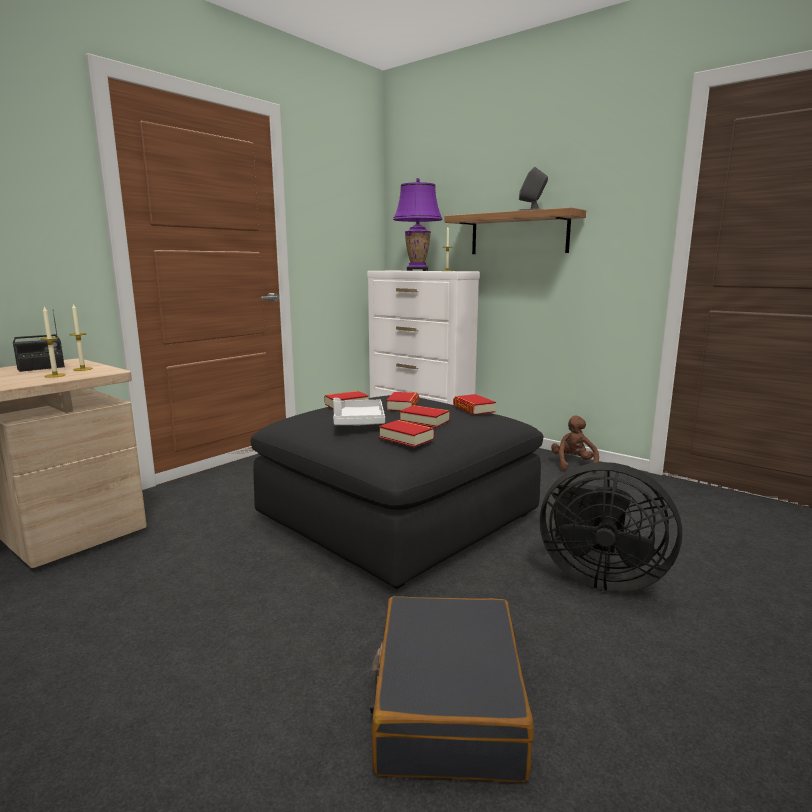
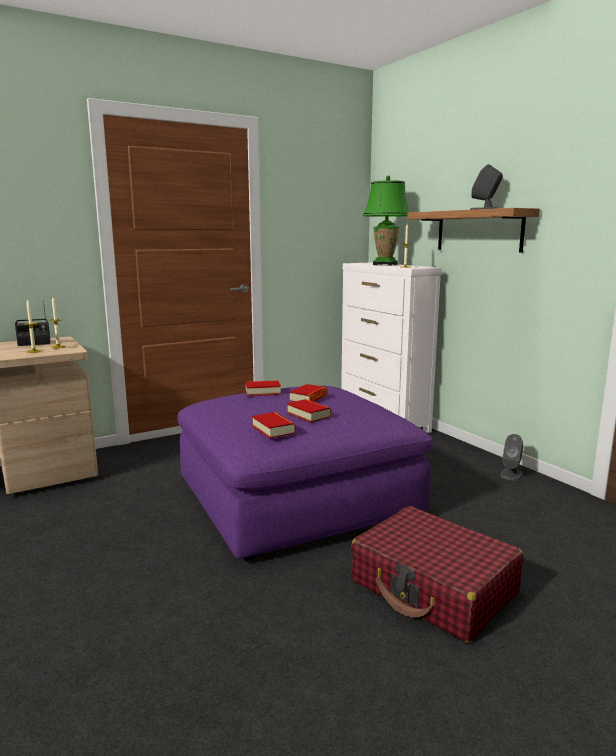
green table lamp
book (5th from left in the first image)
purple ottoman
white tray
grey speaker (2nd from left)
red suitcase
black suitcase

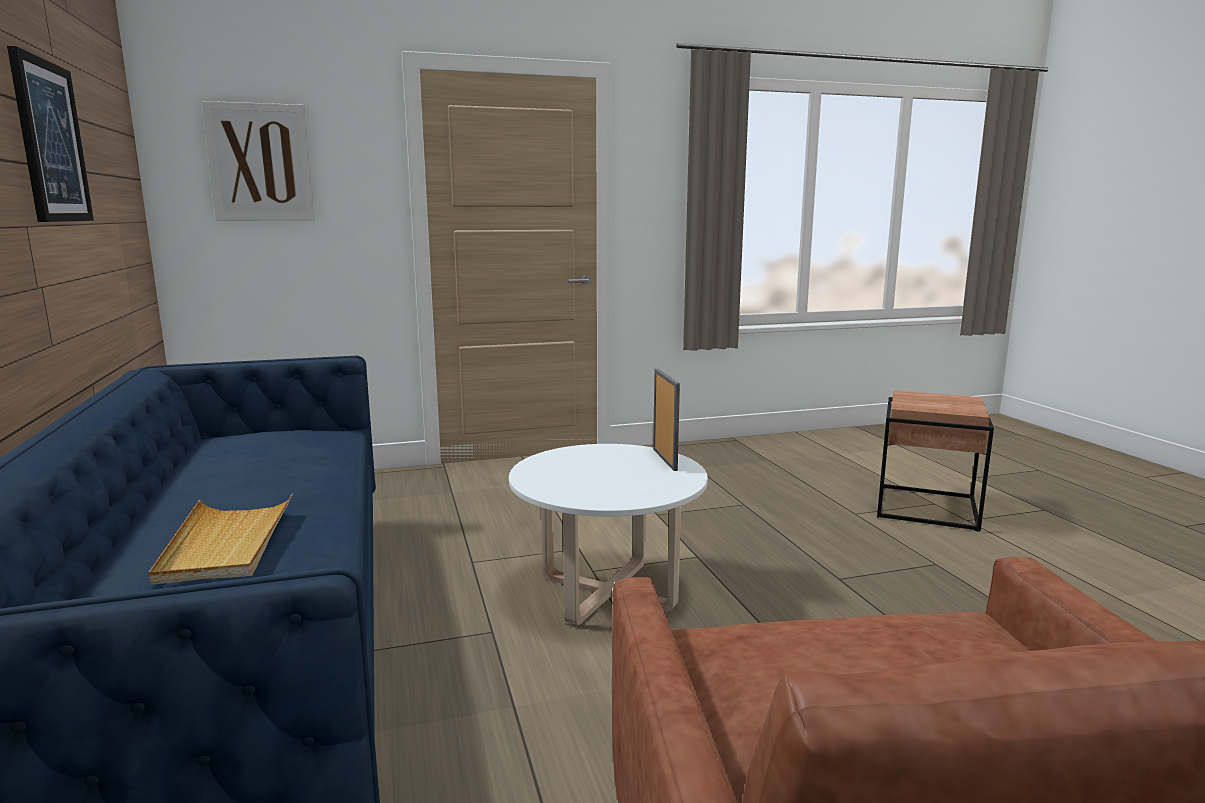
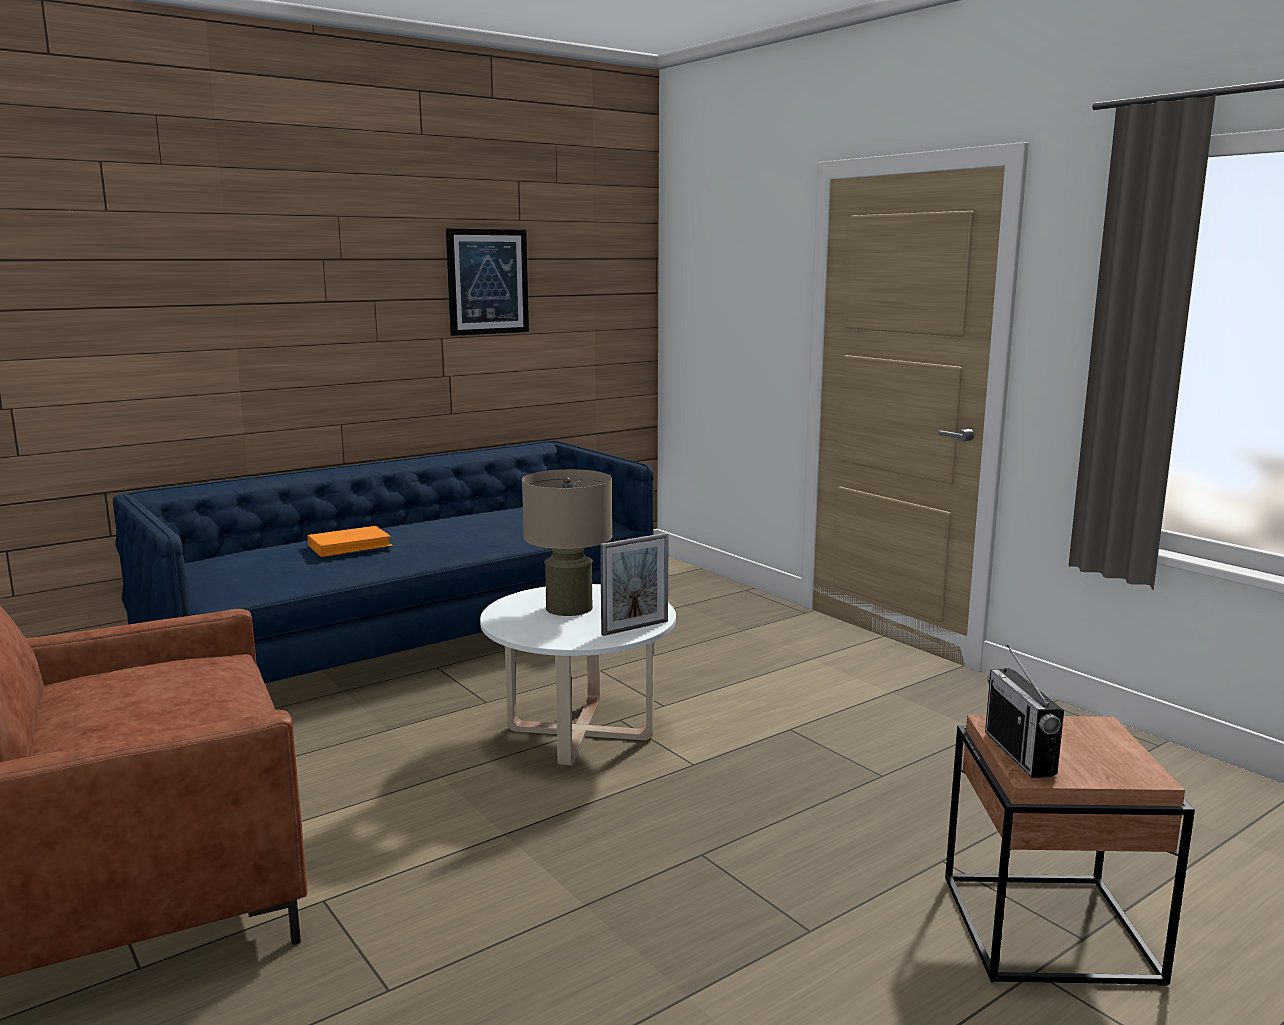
picture (2nd from left in the first image)
orange book
beige table lamp
radio

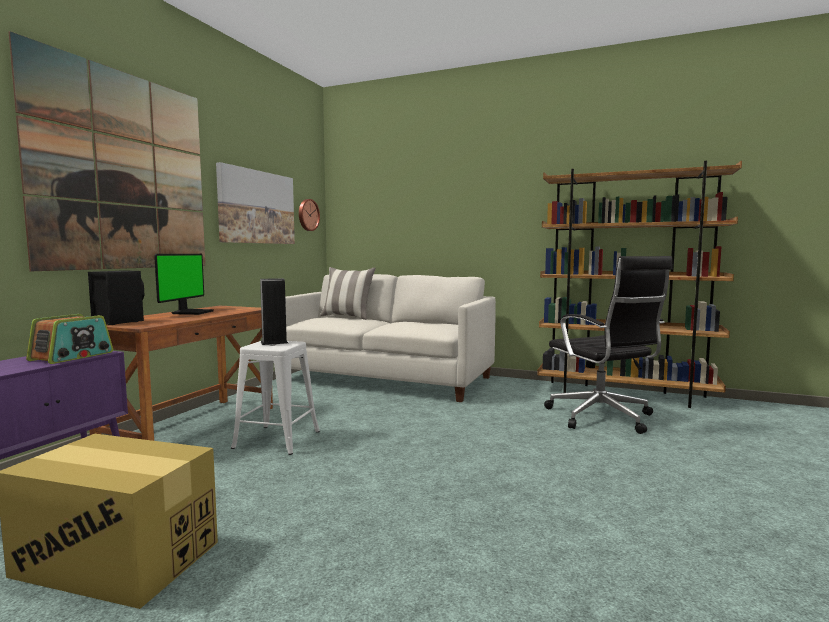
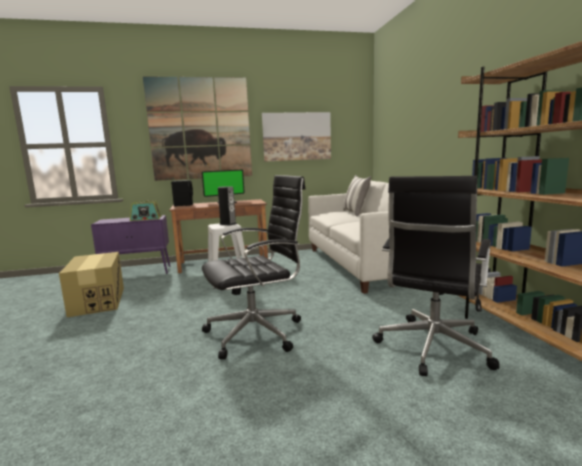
wall clock
black office chair (1st from left)

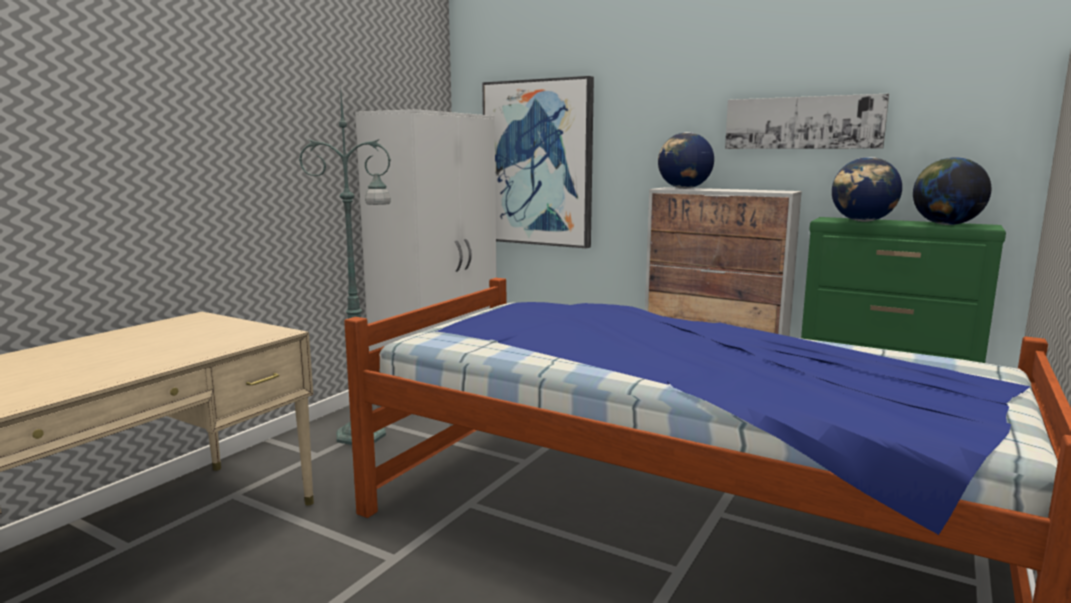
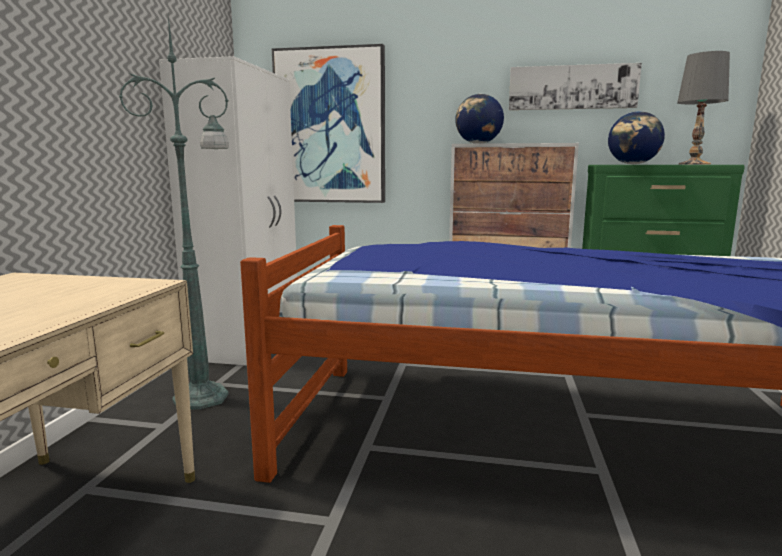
grey table lamp

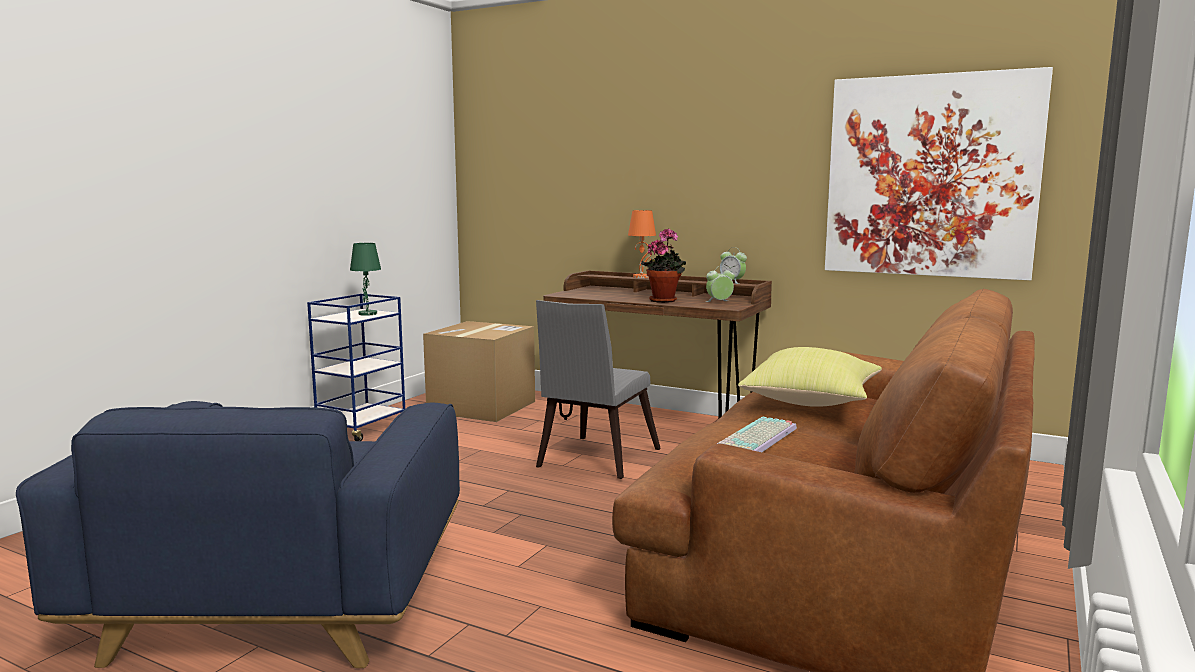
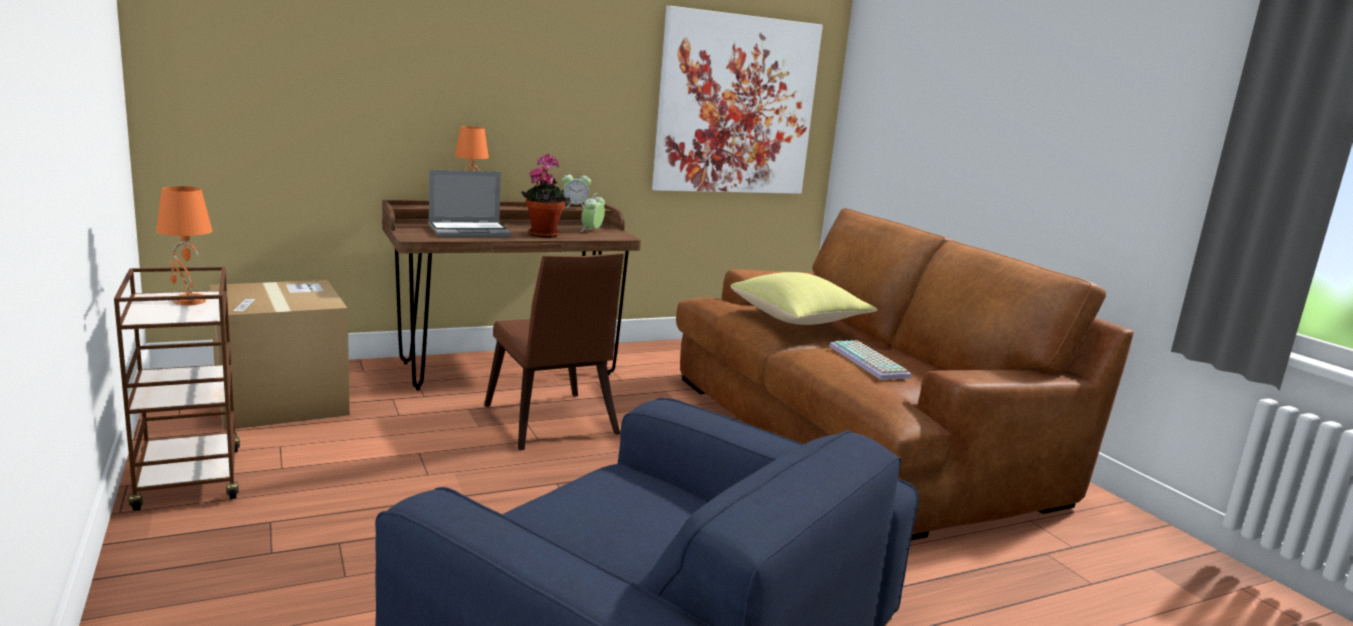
orange table lamp (1st from left)
brown cart
brown chair
laptop

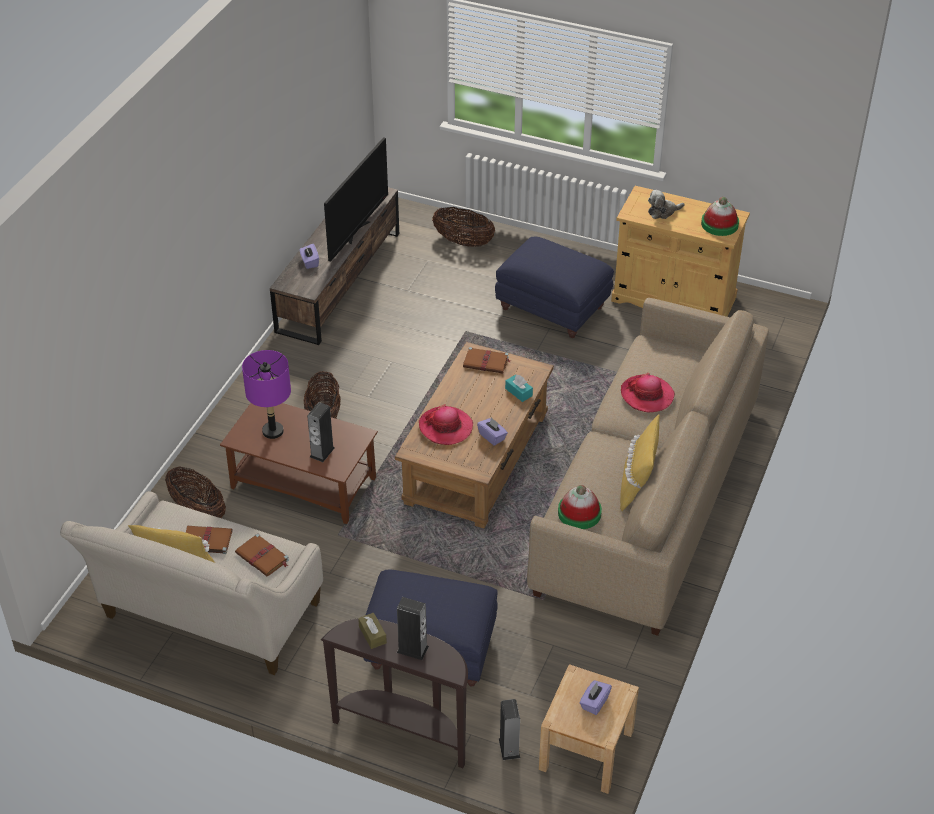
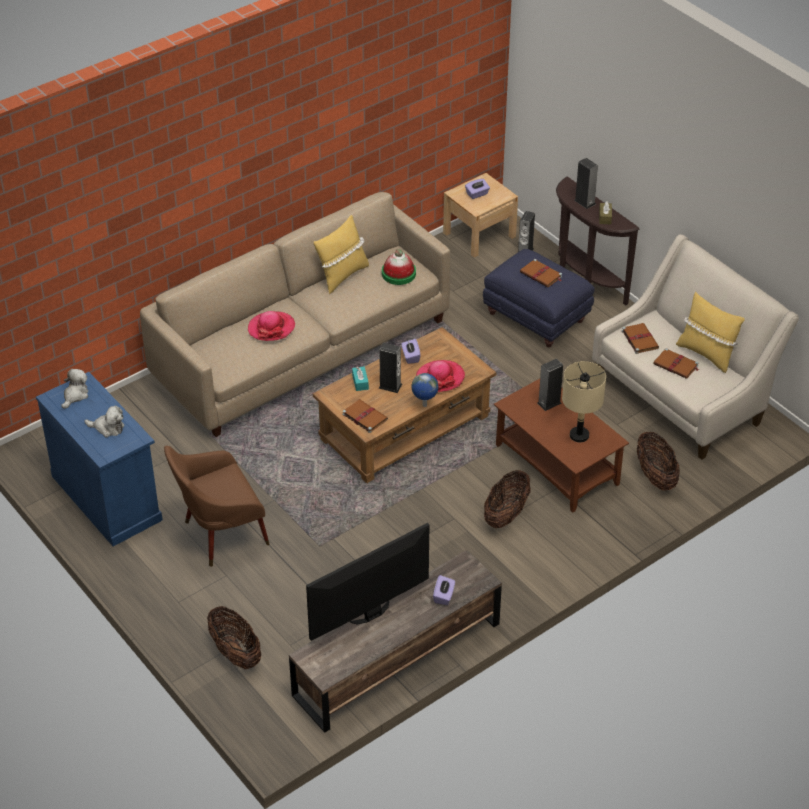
blue cabinet
plush toy (1st from left)
brown armchair
beige table lamp
brown book (2nd from left)
speaker (1st from left)
globe

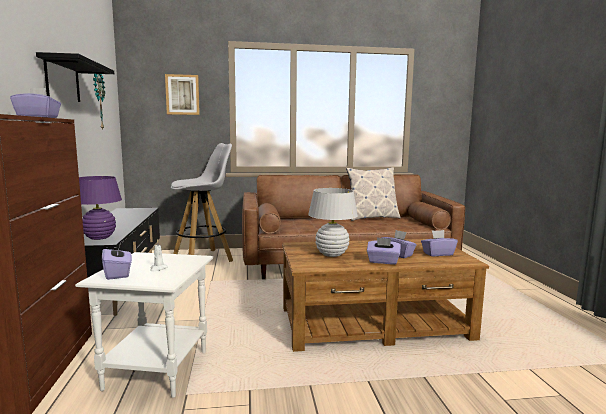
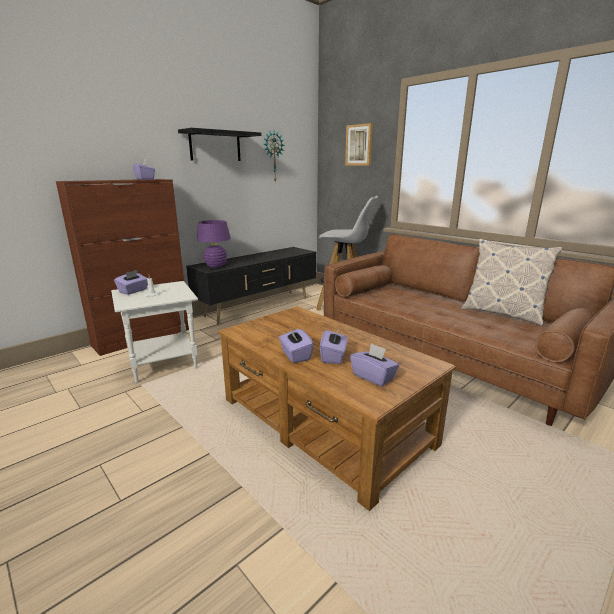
white table lamp

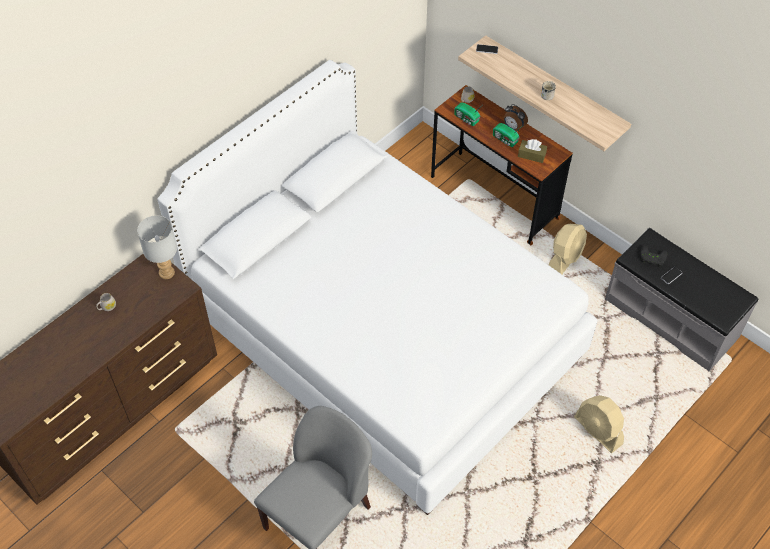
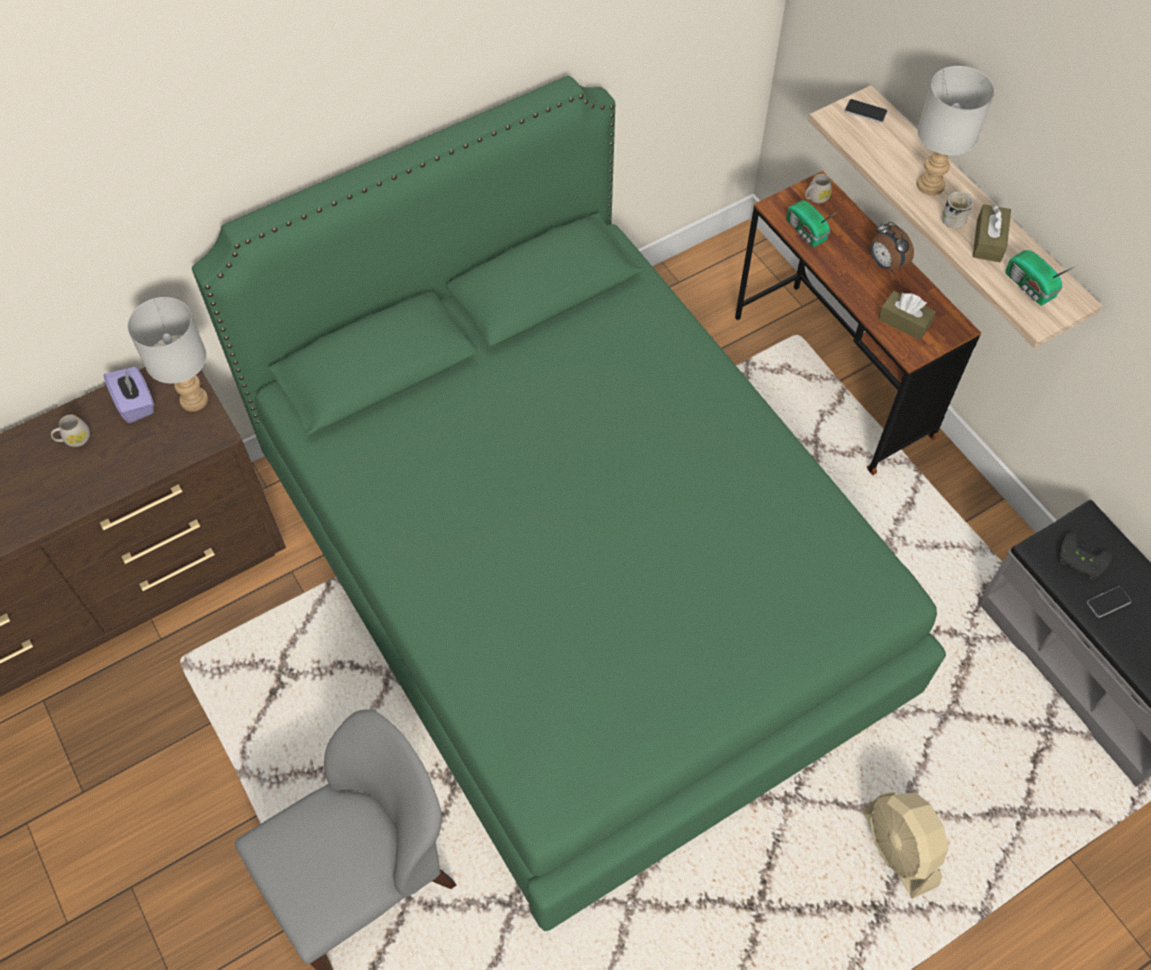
green bed
radio (2nd from left)
beige fan (1st from left in the first image)
grey table lamp (2nd from left)
brown tissue box (2nd from left)
purple tissue box

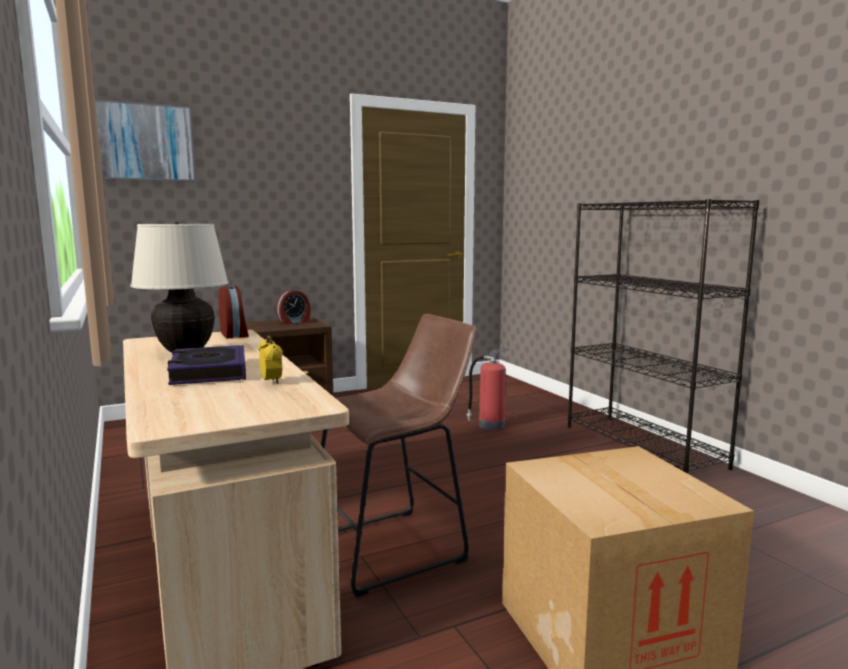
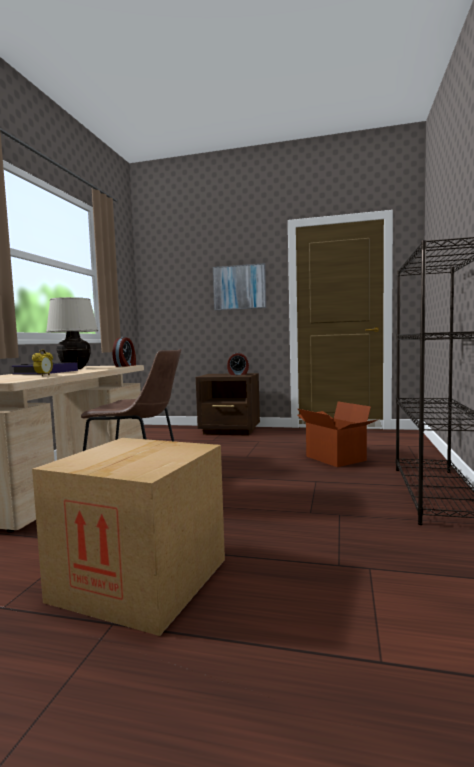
picture
cardboard box (2nd from left)

